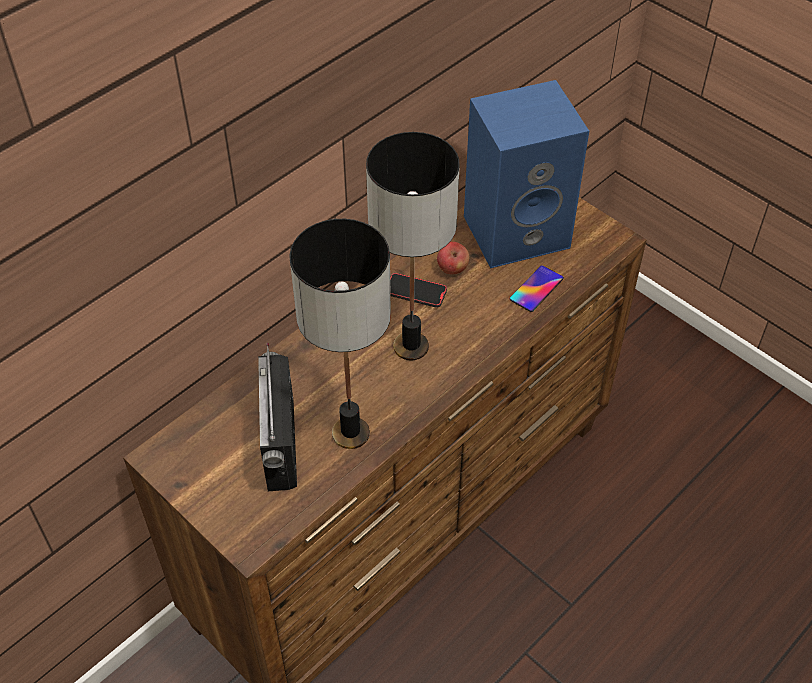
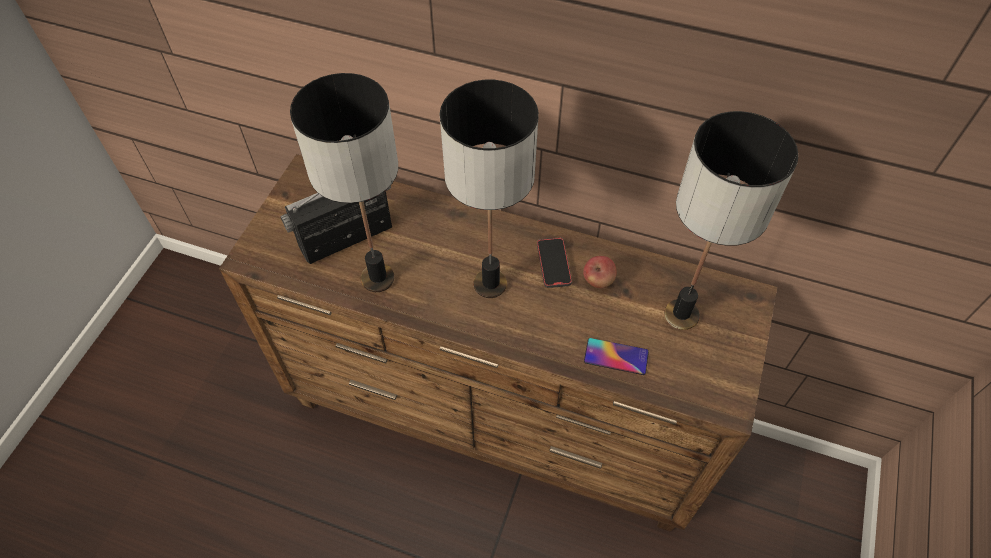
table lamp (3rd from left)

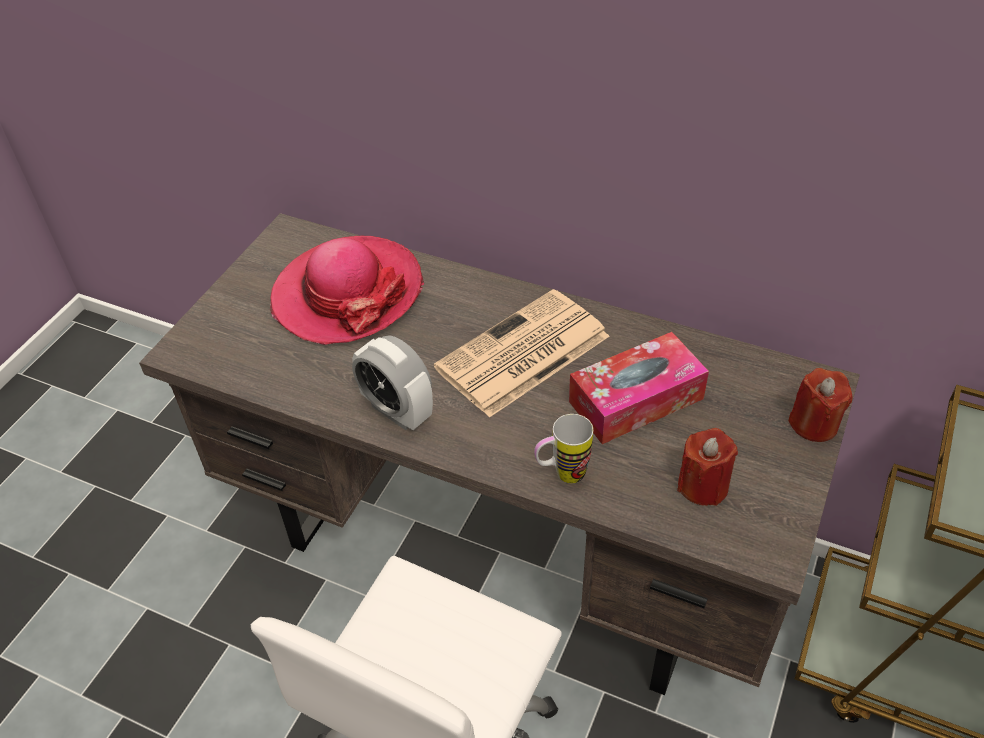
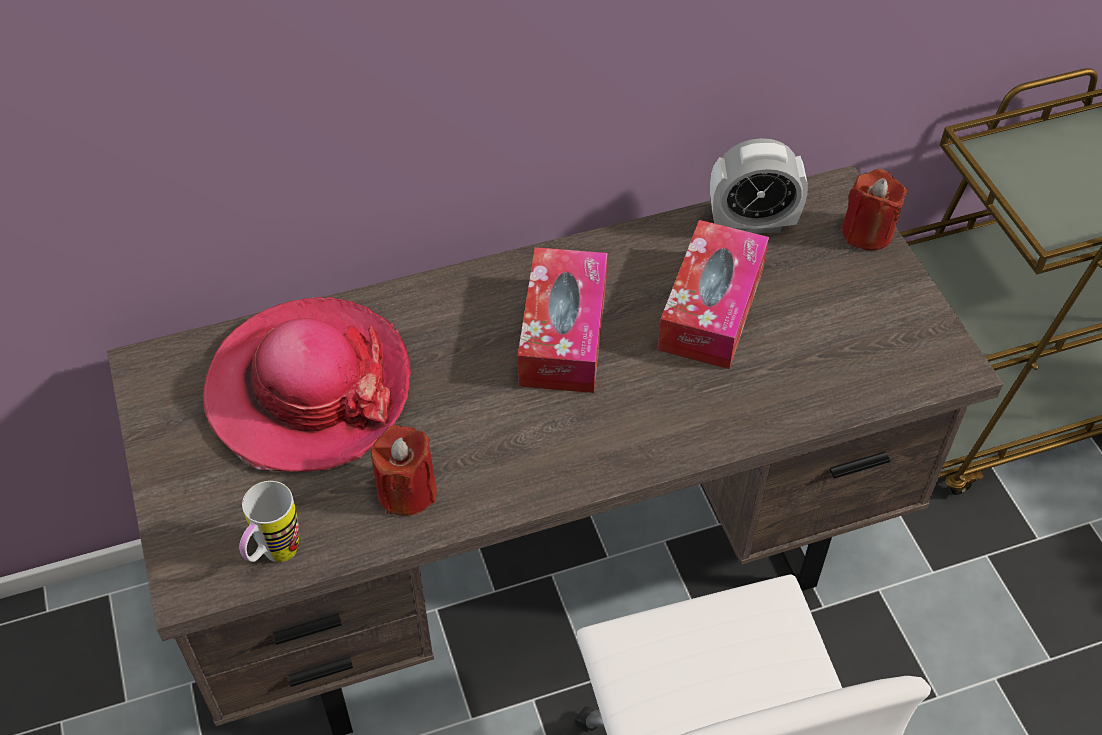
tissue box (1st from left)
alarm clock
mug
red candle (1st from left)

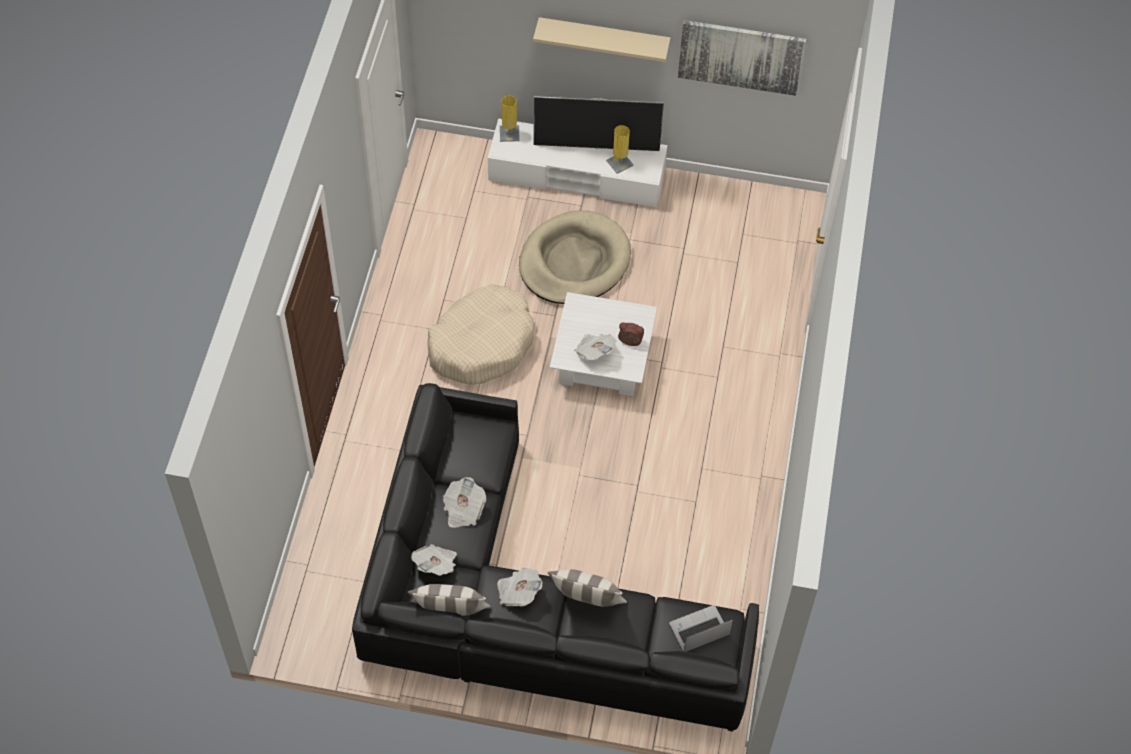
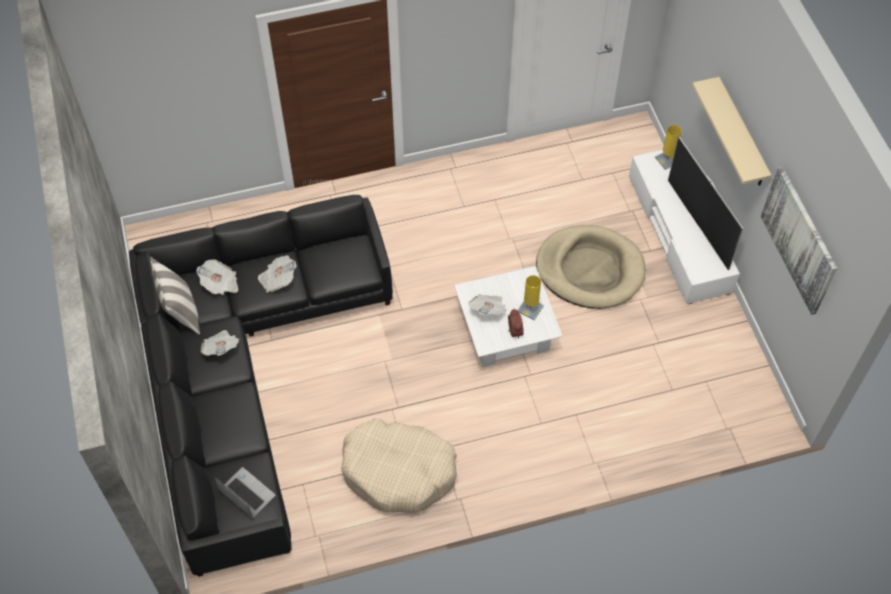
yellow table lamp (1st from left)
beige dog bed (1st from left)
pillow (2nd from left in the first image)

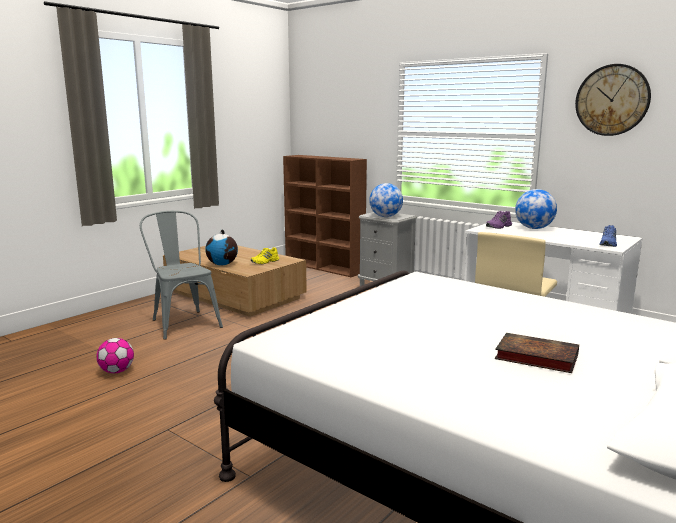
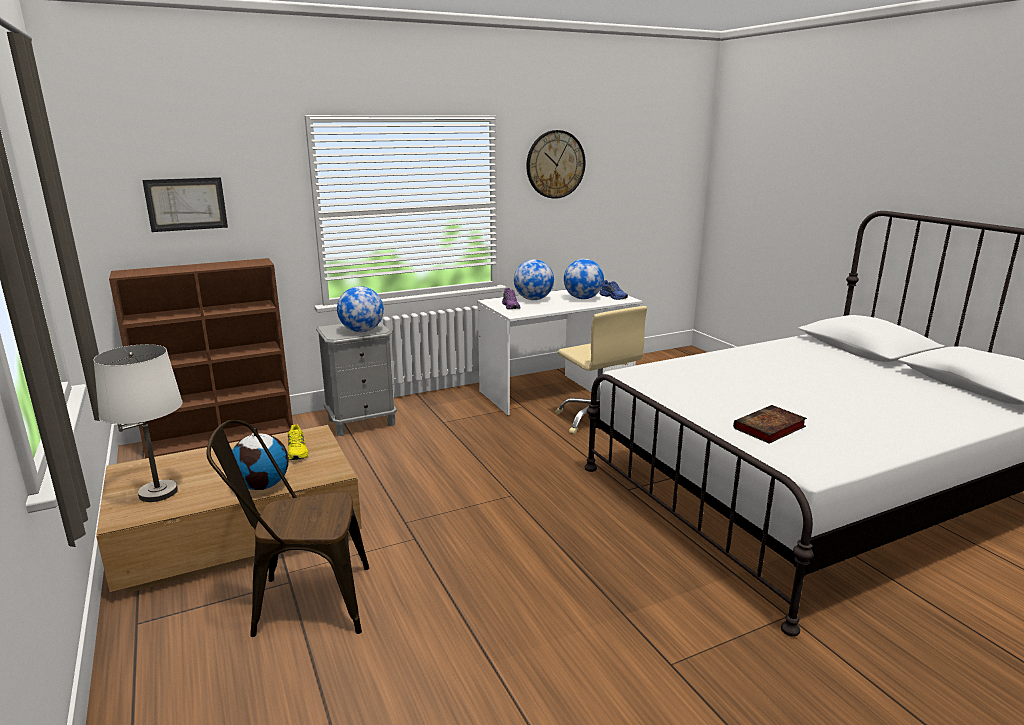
brown chair
book
football
picture
globe (4th from left)
white table lamp

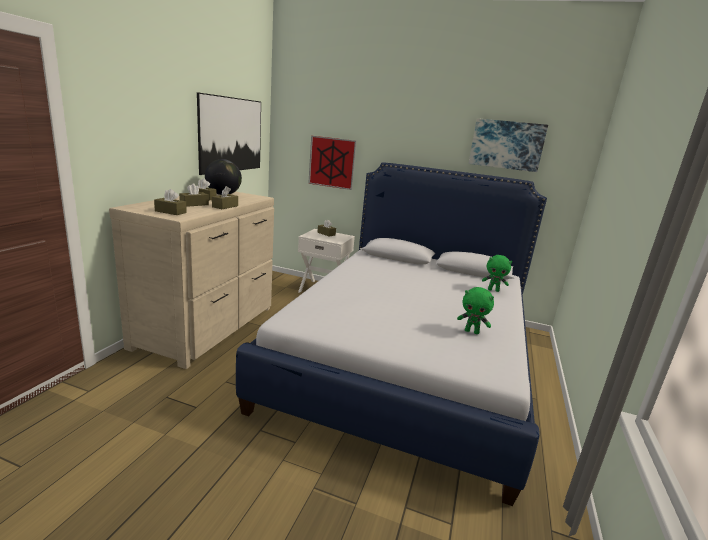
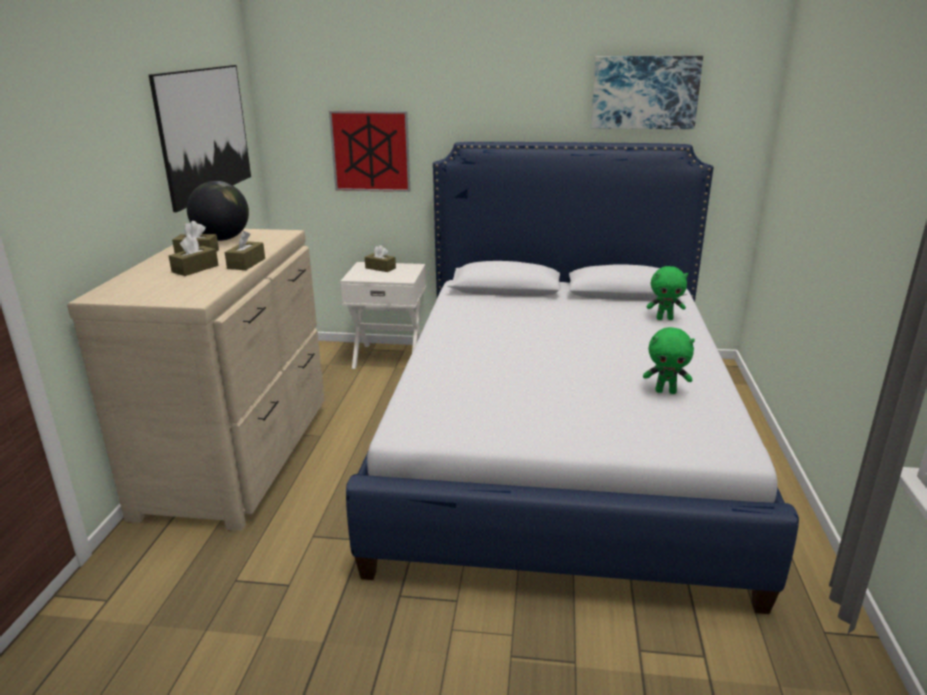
brown tissue box (1st from left in the first image)

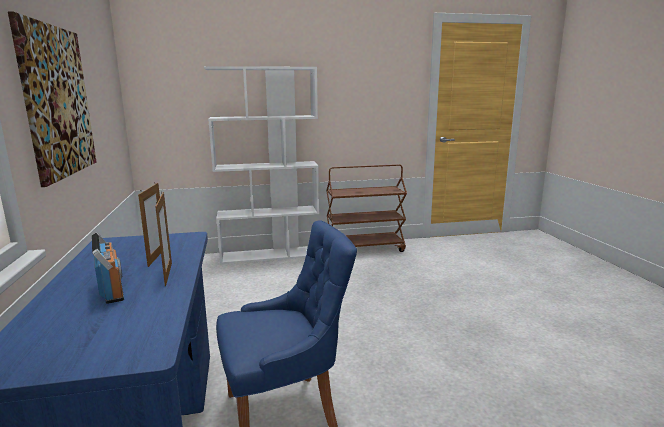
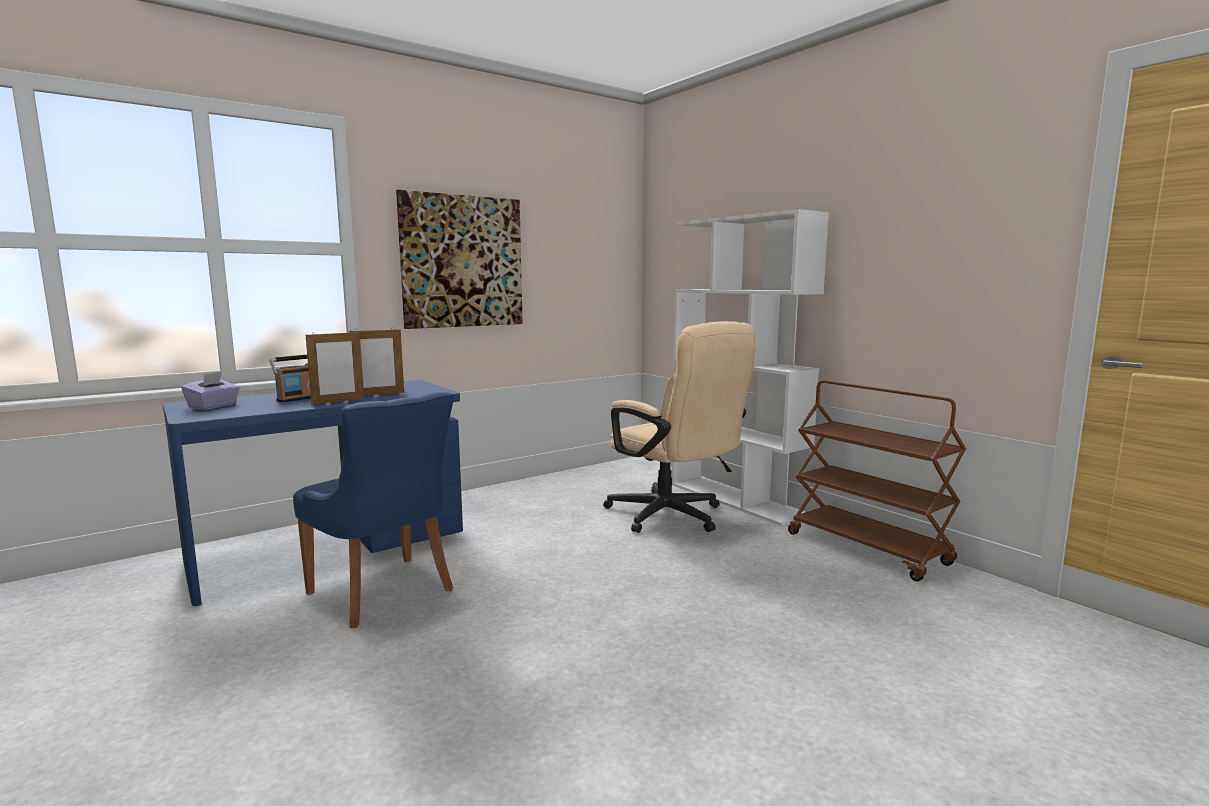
beige office chair
purple tissue box

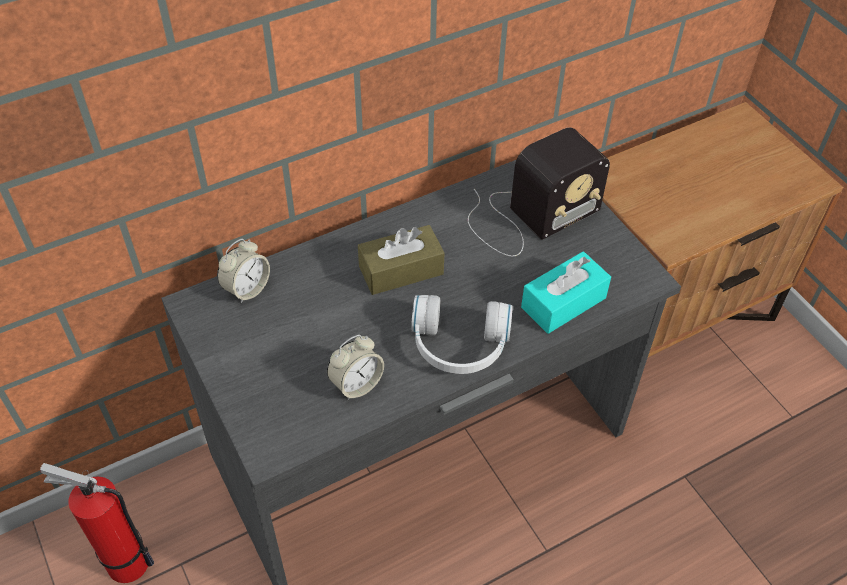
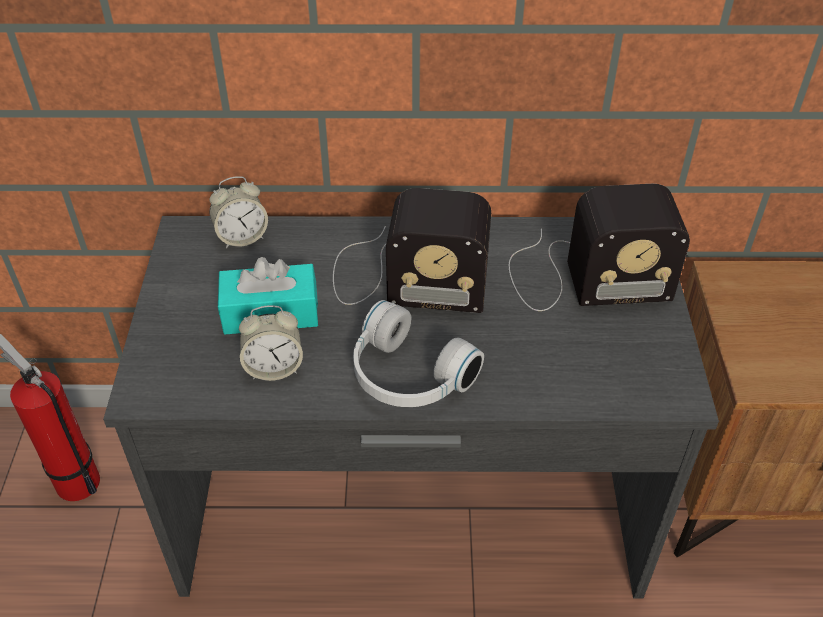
radio (1st from left)
turquoise tissue box

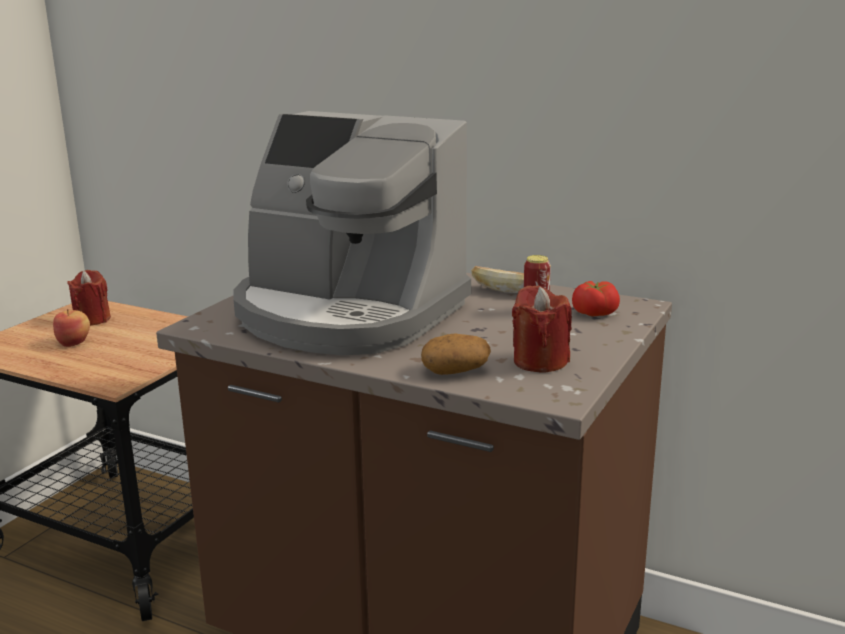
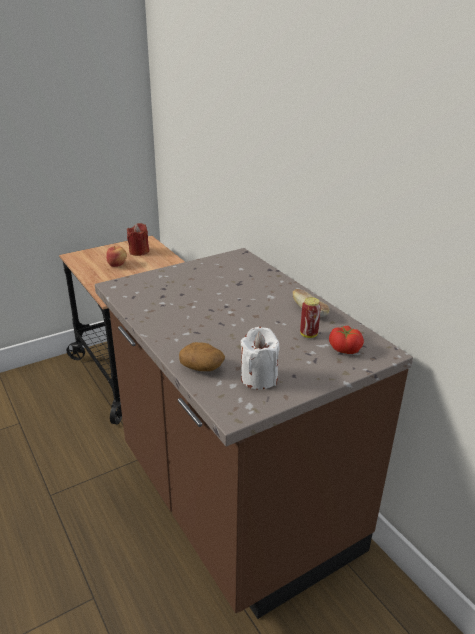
coffee machine
white candle

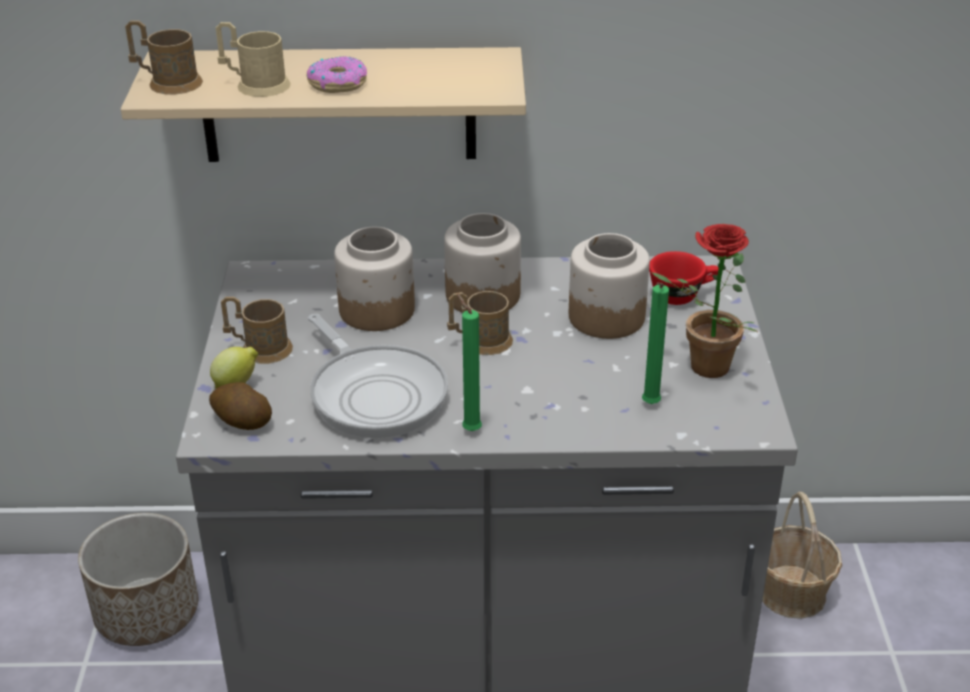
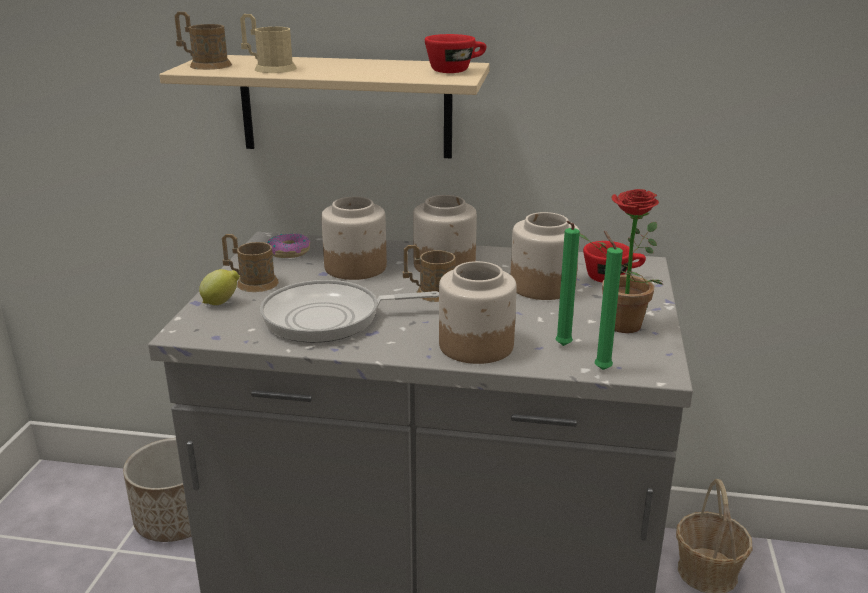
donut
green candle (2nd from left)
frying pan
potato
red cup (1st from left)
jar (3rd from left)

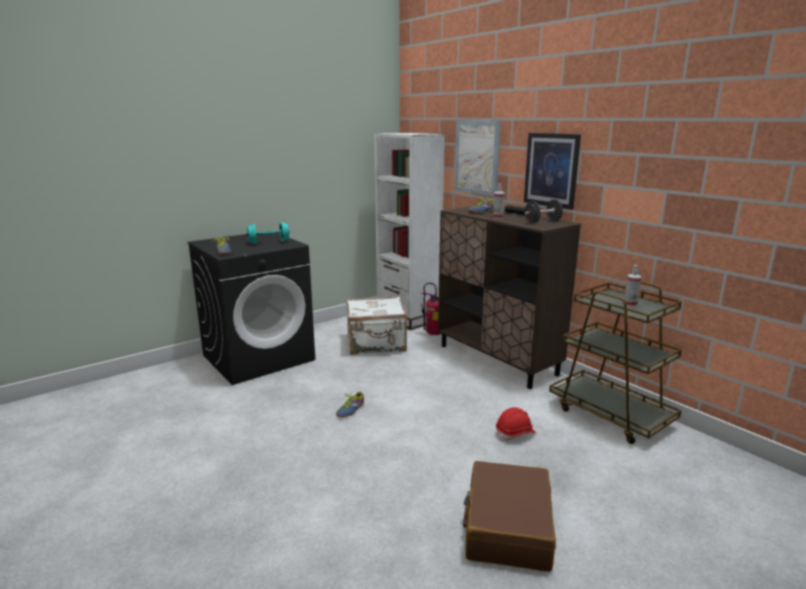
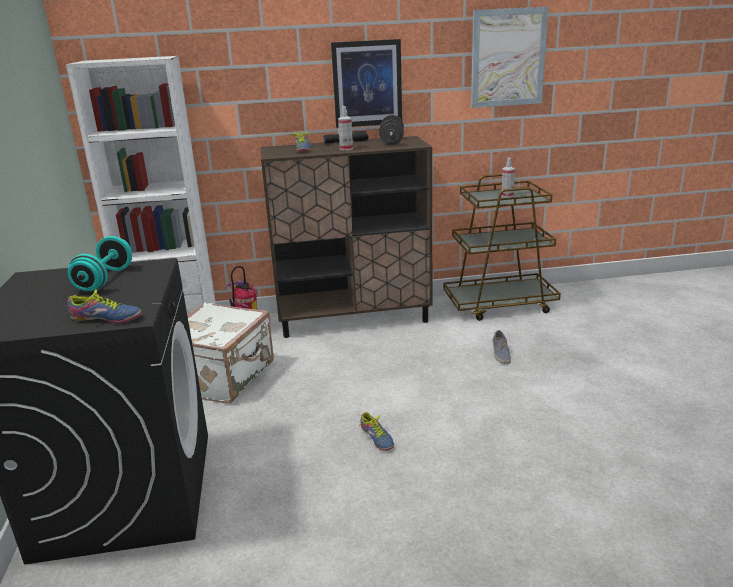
picture (2nd from left)
shoe (4th from left)
brown suitcase

